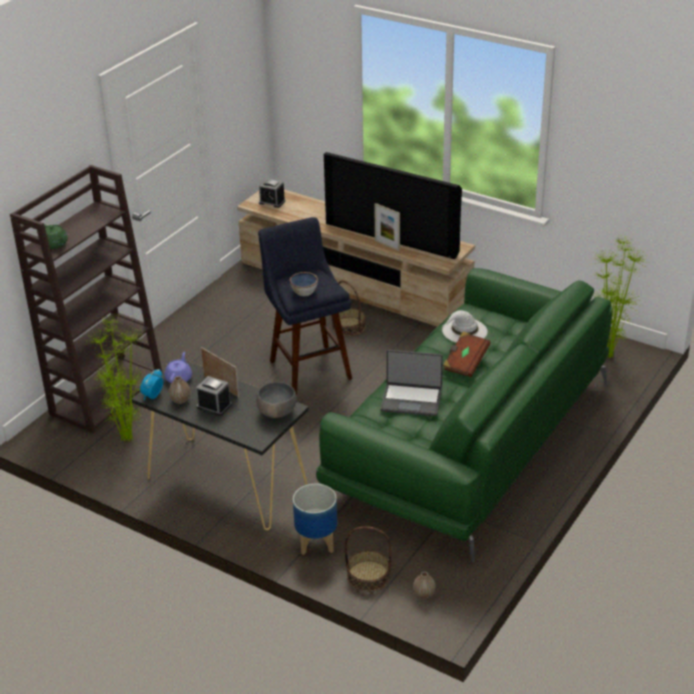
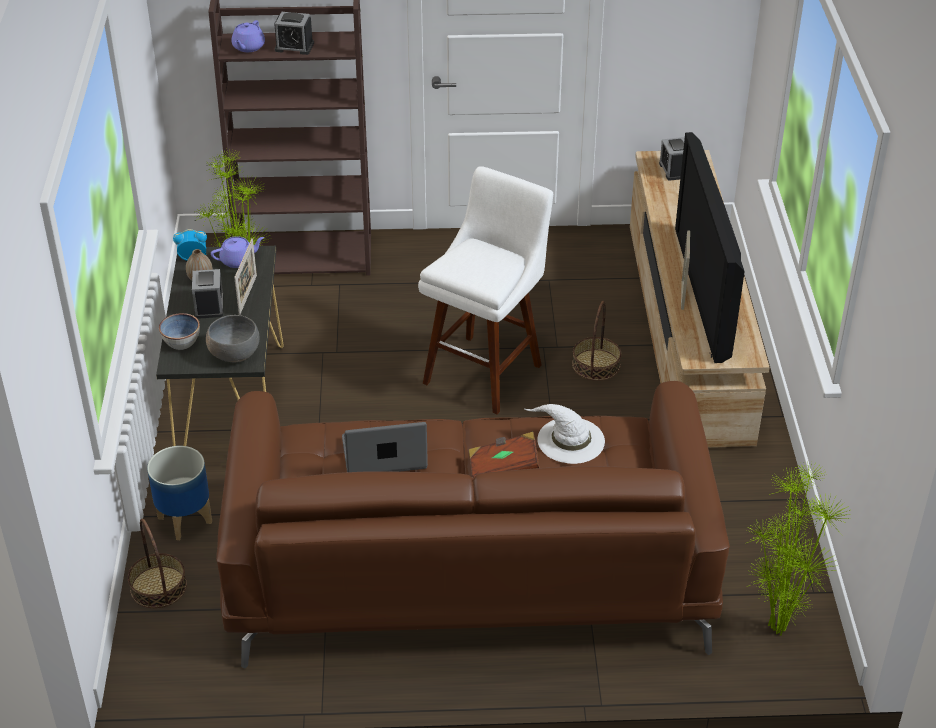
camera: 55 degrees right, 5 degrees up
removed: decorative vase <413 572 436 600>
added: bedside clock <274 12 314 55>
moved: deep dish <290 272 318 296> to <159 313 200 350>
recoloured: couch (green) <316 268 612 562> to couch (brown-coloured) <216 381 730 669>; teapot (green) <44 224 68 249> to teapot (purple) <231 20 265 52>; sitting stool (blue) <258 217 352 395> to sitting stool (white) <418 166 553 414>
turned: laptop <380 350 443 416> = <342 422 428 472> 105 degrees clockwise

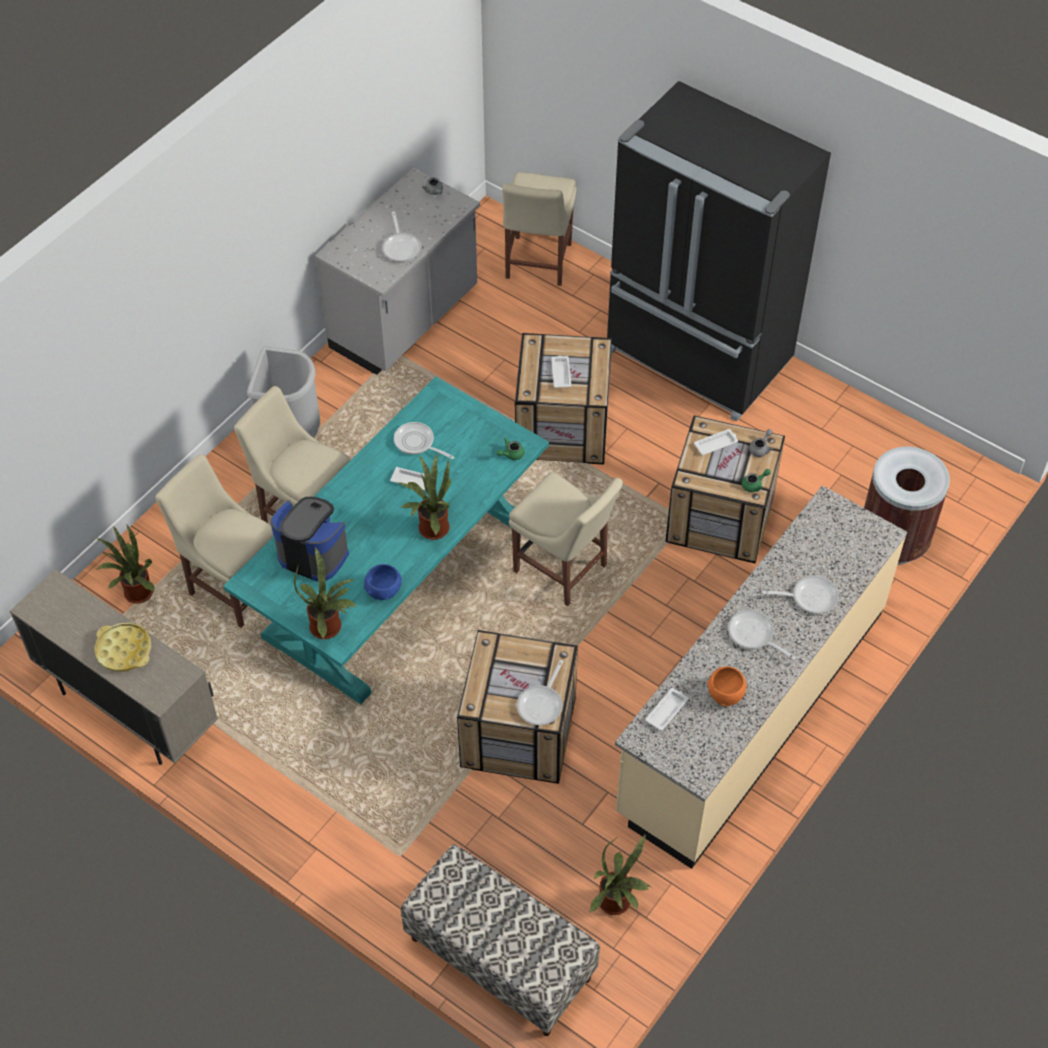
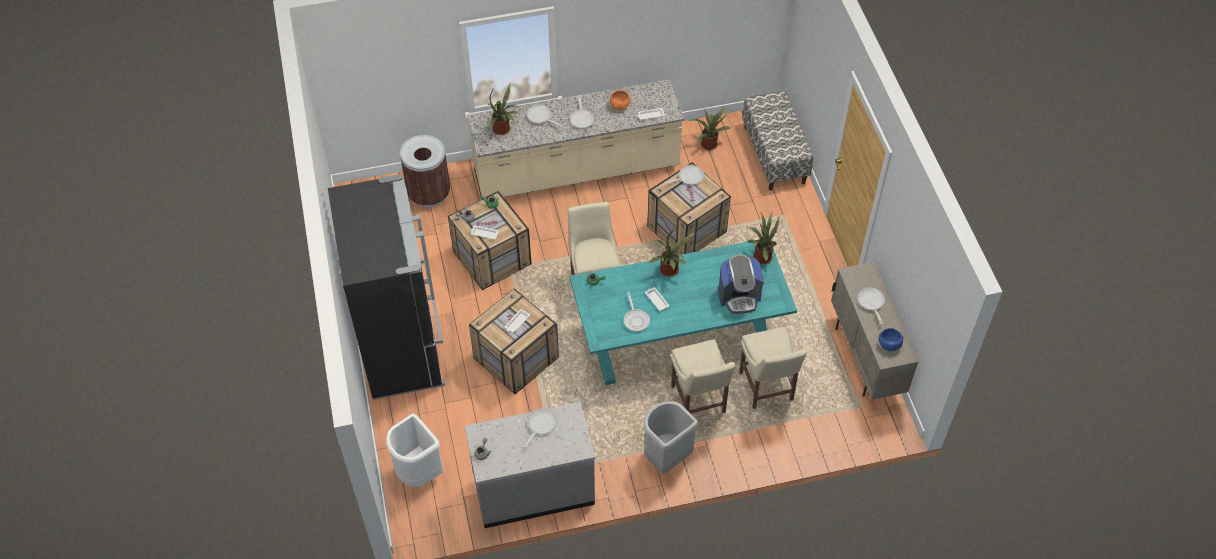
camera: 140 degrees left, 0 degrees up
moved: houseplant <96 525 154 604> to <488 84 519 135>; deep dish (blue) <364 564 402 600> to <878 328 904 351>
replaced: chair (sand-coloured) <502 172 576 286> to waste bin (white) <386 414 443 487>; serving tray (yellow-coloured) <95 623 151 672> to frying pan <857 287 885 324>
turned: coffee machine <271 497 349 581> = <718 254 764 314> 75 degrees counterclockwise

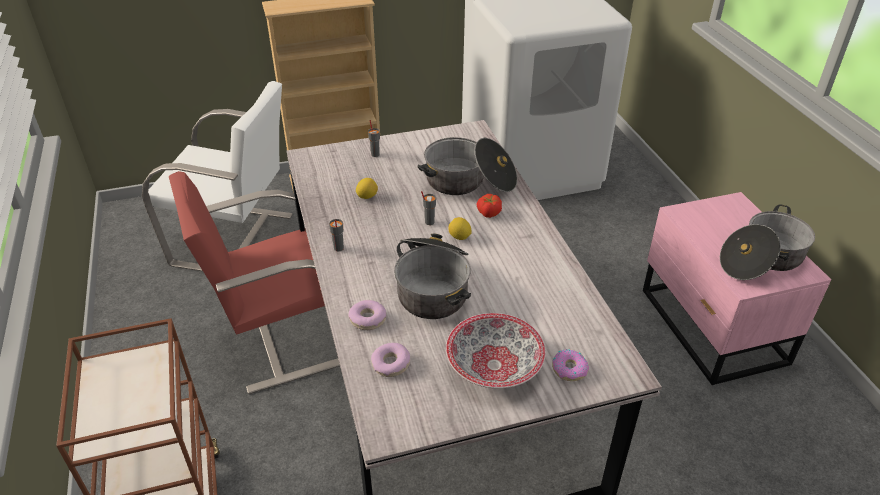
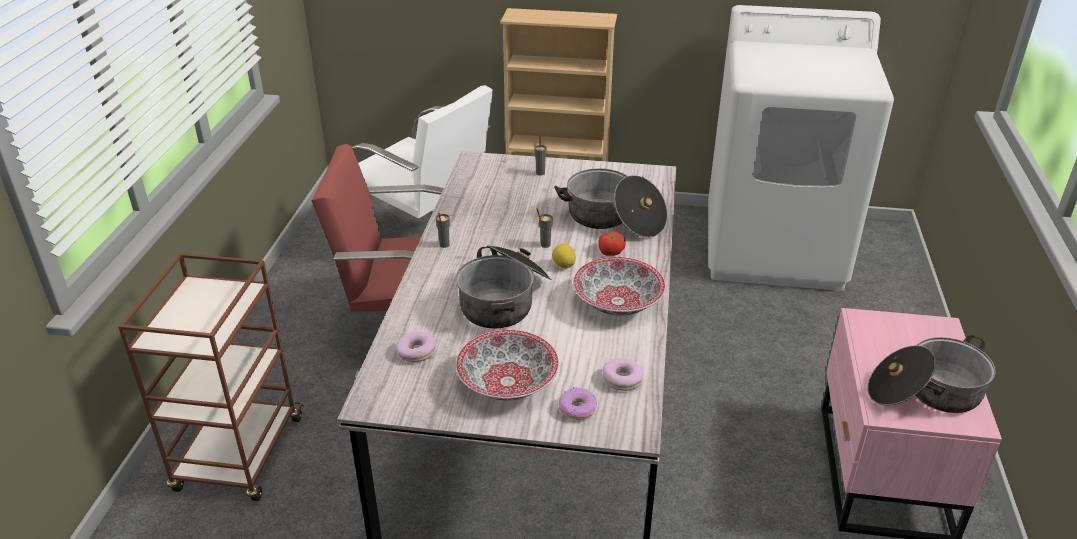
camera: 25 degrees right, 5 degrees down
removed: lemon <356 178 378 199>
added: deep dish <573 257 666 316>
moved: ring doughnut <348 300 386 330> to <602 358 644 391>

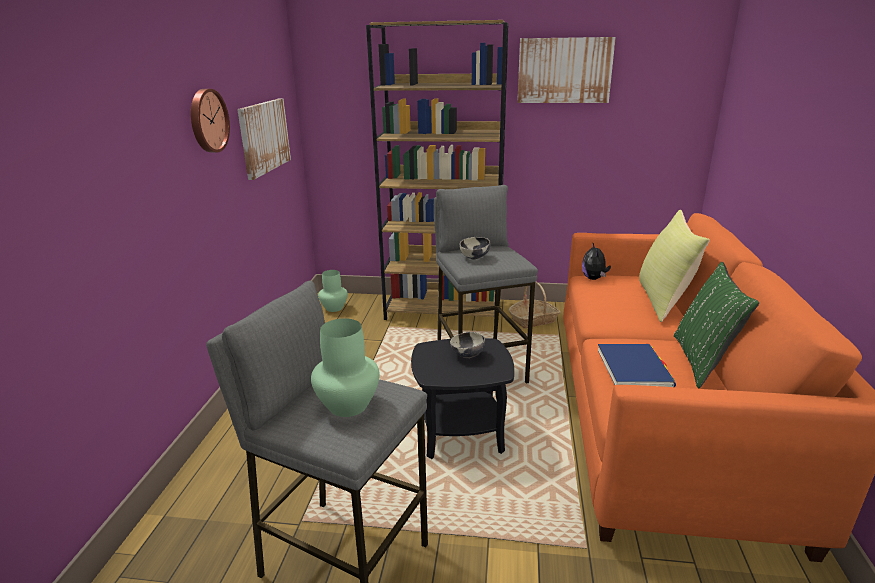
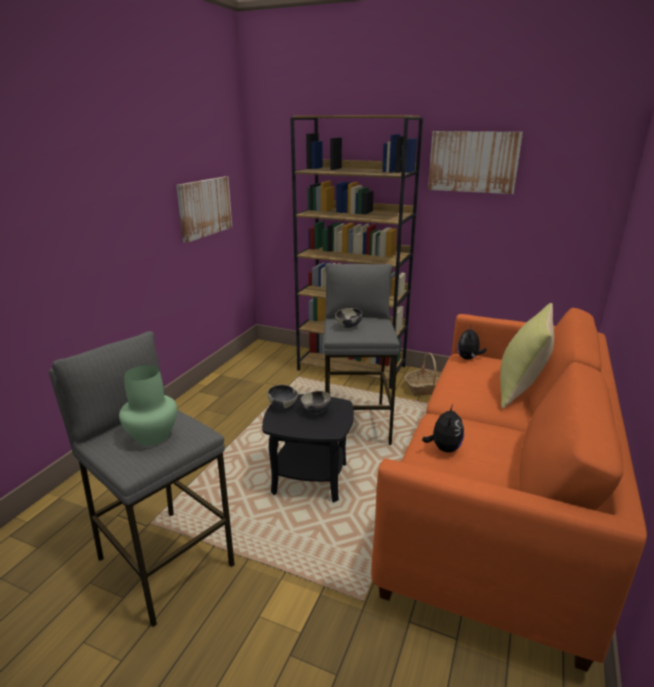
camera: 15 degrees right, 0 degrees up
removed: clock on the wall <191 89 230 152>; decorative vase (green) <318 270 348 312>; throw pillow (green) <674 262 759 388>
added: deep dish <268 385 298 409>
replaced: bound book (blue) <598 344 676 387> to cuddly toy <422 404 464 452>

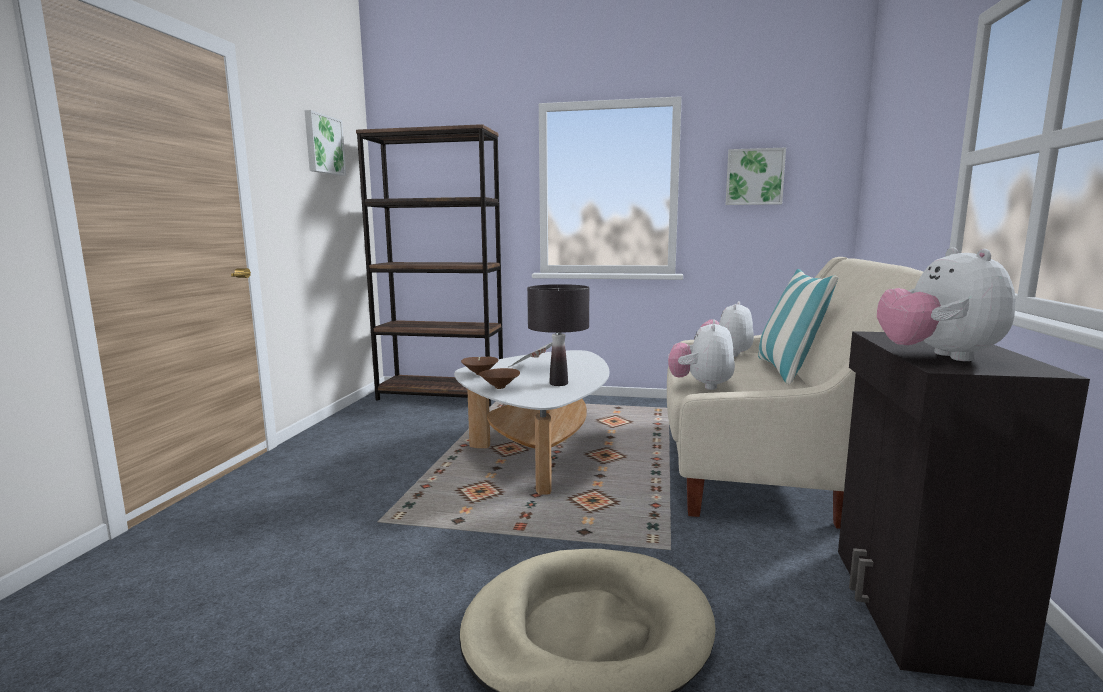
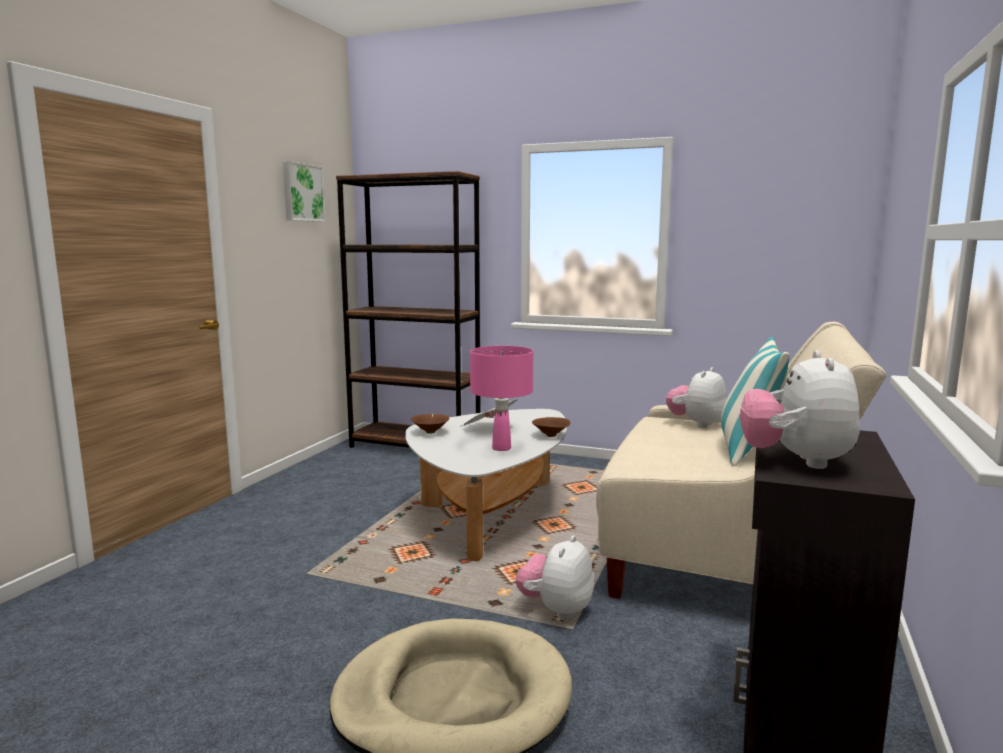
camera: 10 degrees right, 0 degrees up
removed: wall art <726 147 786 205>
moved: cuddly toy <668 320 735 390> to <516 535 593 619>; deep dish (brown-coloured) <479 368 520 389> to <532 417 571 437>
recoloured: table lamp (blackish) <527 284 589 386> to table lamp (pink-coloured) <470 346 533 451>

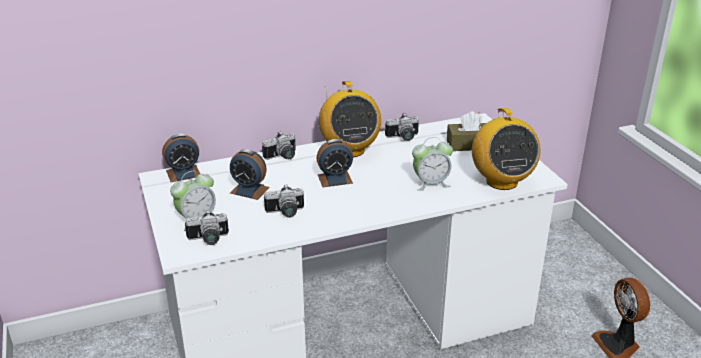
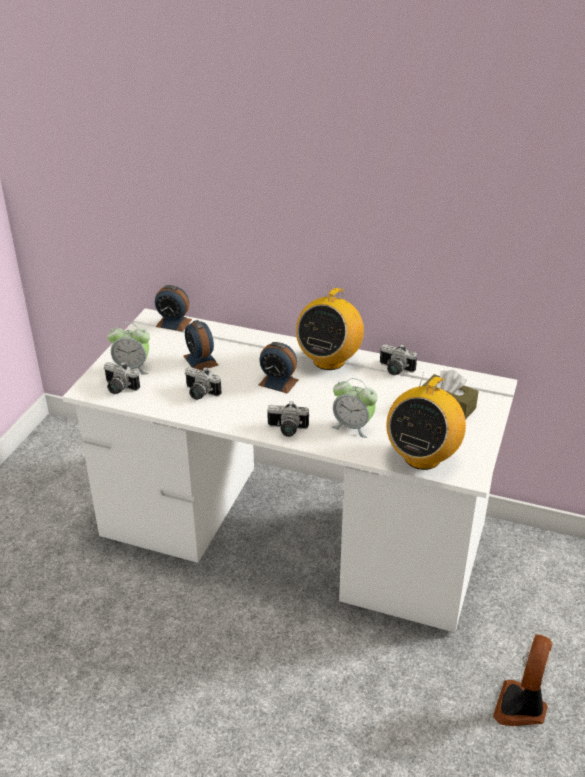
camera: 40 degrees right, 5 degrees up
moved: photo camera <262 131 296 160> to <267 402 309 437>

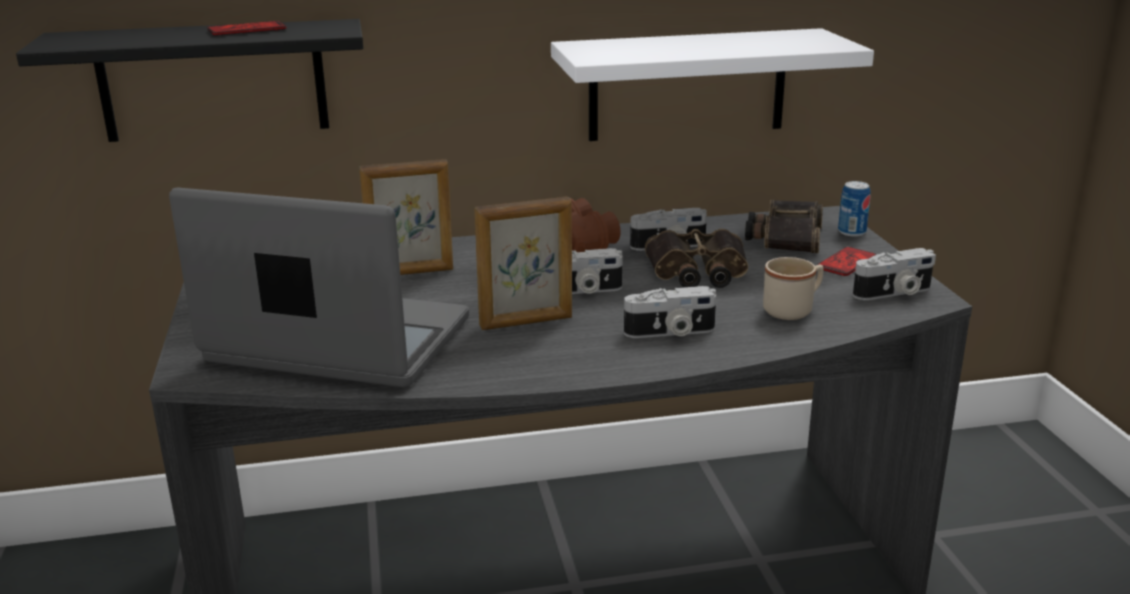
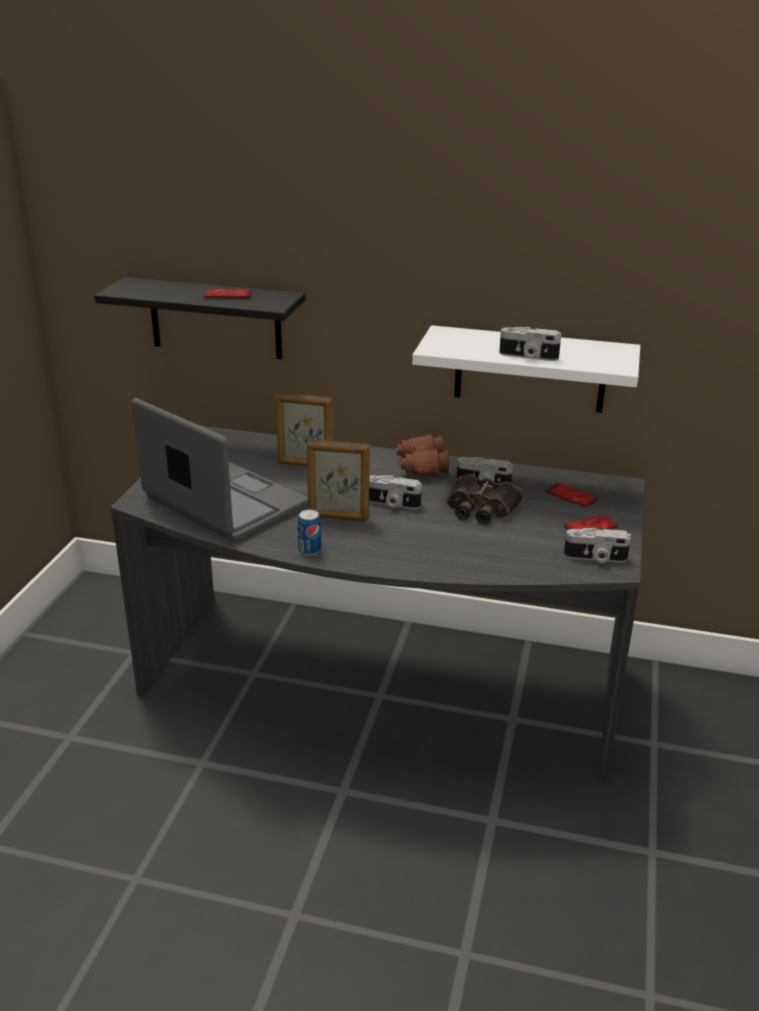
camera: 25 degrees right, 5 degrees up
removed: mug (sand-coloured) <763 257 824 320>
moved: can <838 181 870 237> to <297 510 321 556>; photo camera <624 286 716 338> to <499 327 561 361>
replaced: binoculars <745 200 823 253> to telephone <546 483 598 507>

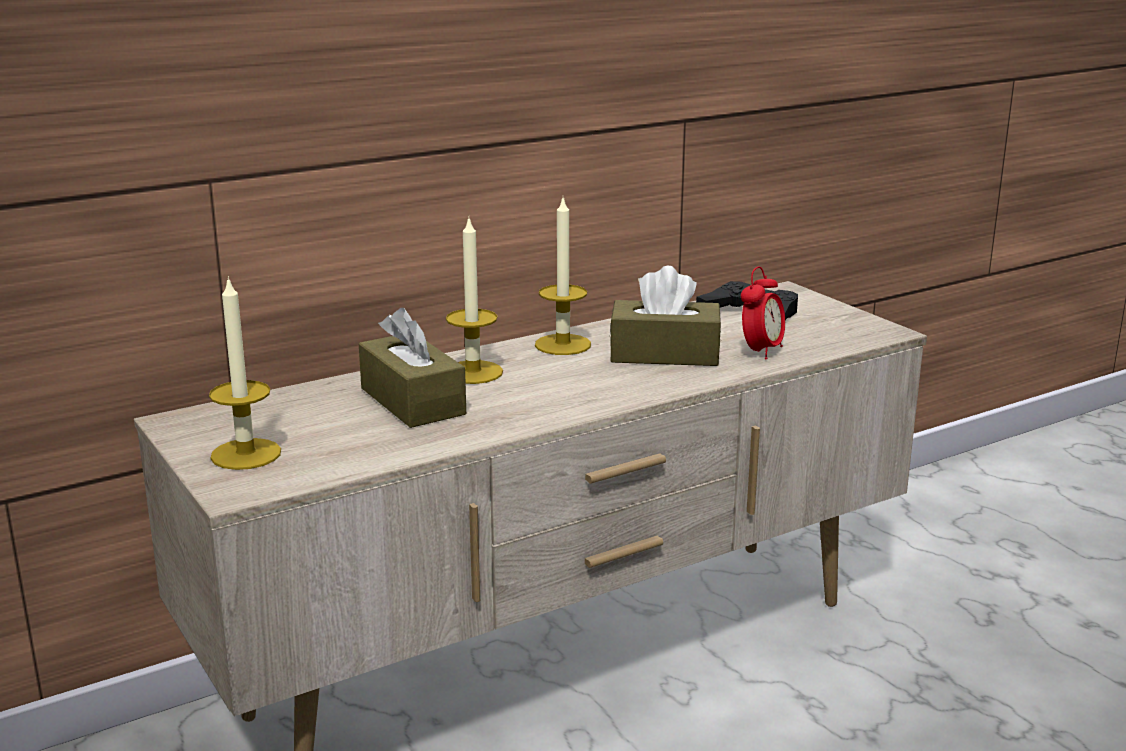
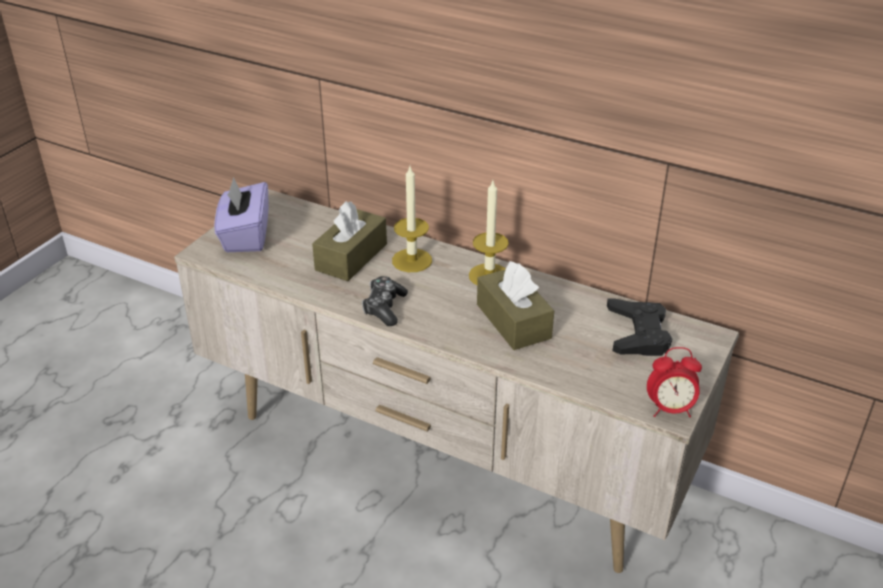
camera: 60 degrees right, 15 degrees up
added: gamepad <362 276 408 326>
moved: bedside clock <741 267 785 359> to <647 347 702 417>
replaced: wax light <209 276 281 470> to tissue holder (purple) <214 177 269 252>

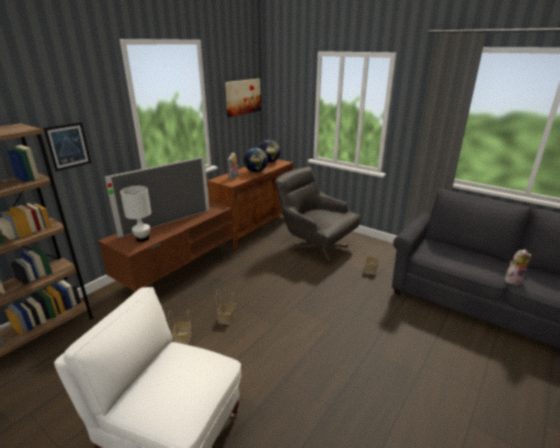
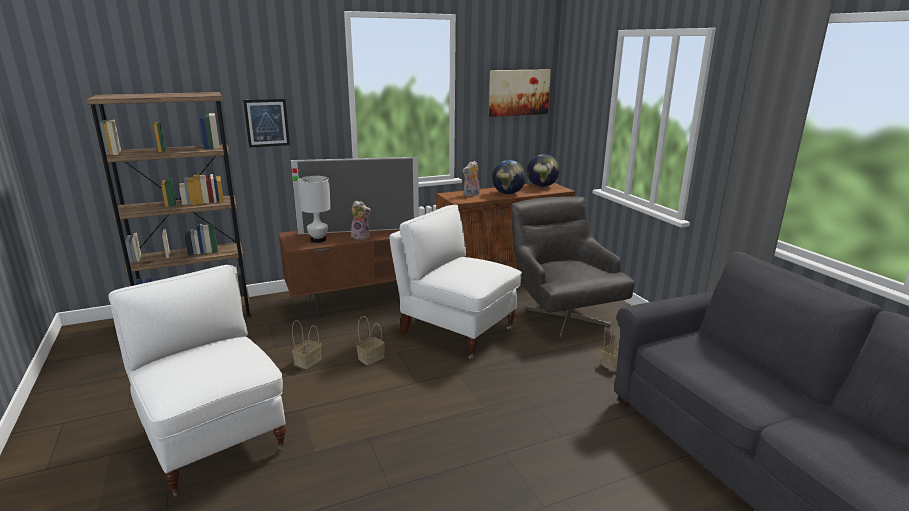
camera: 30 degrees right, 5 degrees down
added: easy chair (white) <389 205 522 359>
moved: cuddly toy <504 249 532 285> to <351 200 371 240>

